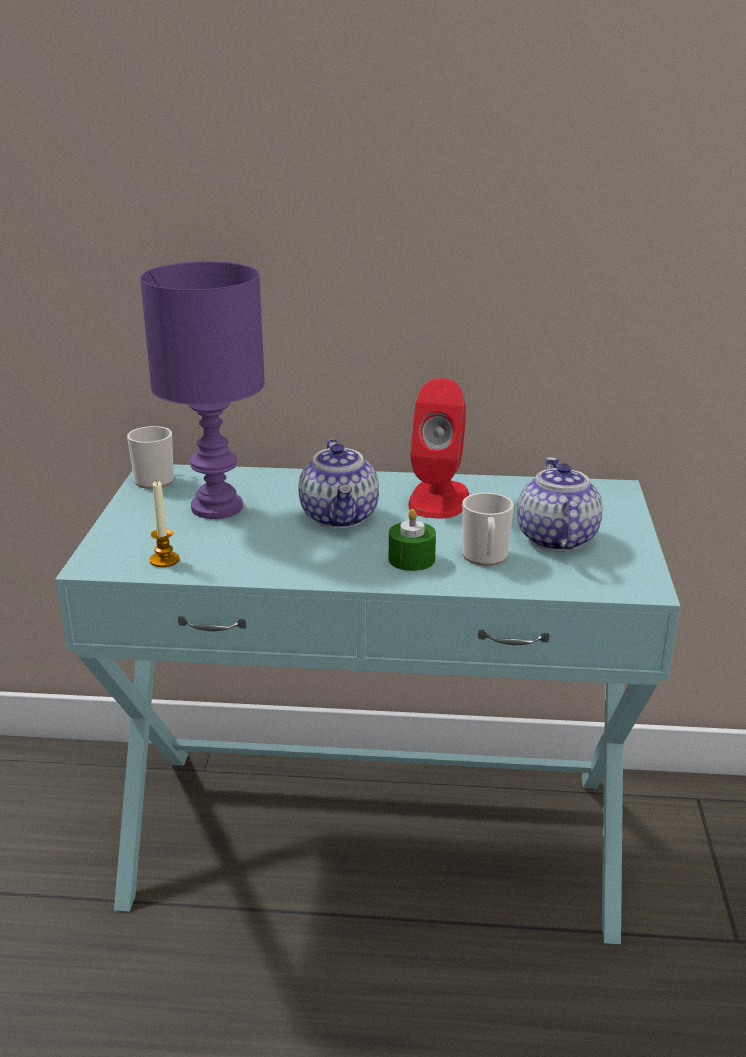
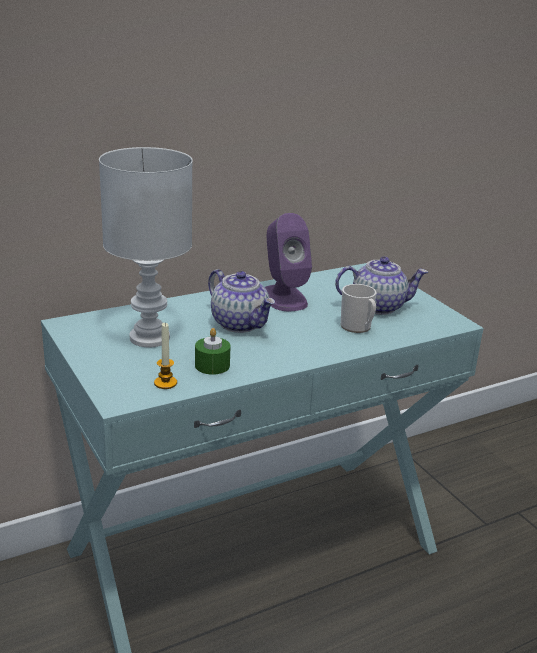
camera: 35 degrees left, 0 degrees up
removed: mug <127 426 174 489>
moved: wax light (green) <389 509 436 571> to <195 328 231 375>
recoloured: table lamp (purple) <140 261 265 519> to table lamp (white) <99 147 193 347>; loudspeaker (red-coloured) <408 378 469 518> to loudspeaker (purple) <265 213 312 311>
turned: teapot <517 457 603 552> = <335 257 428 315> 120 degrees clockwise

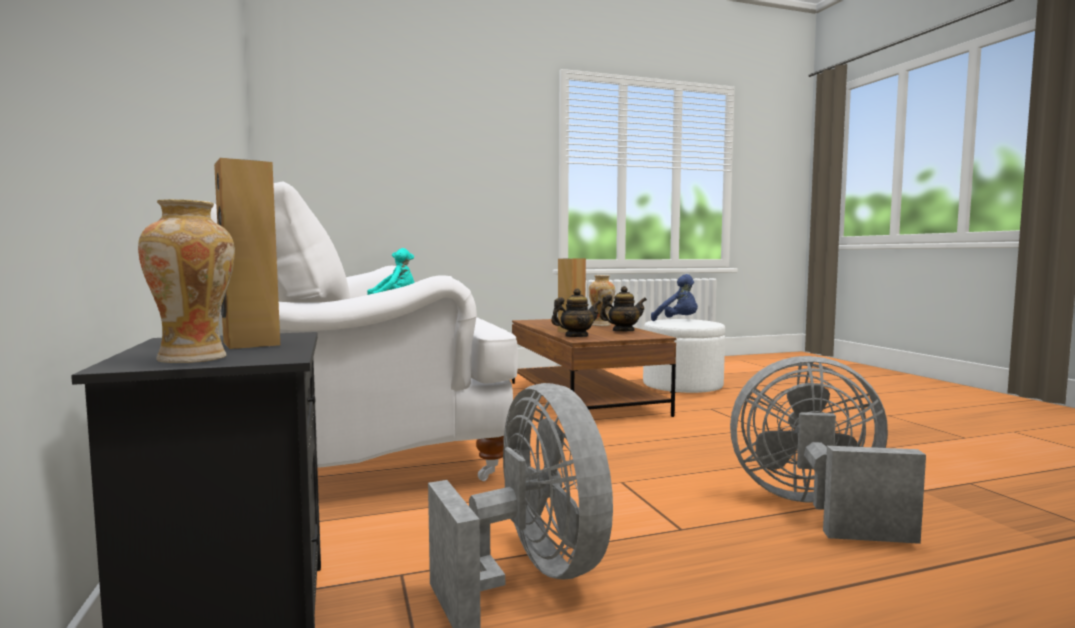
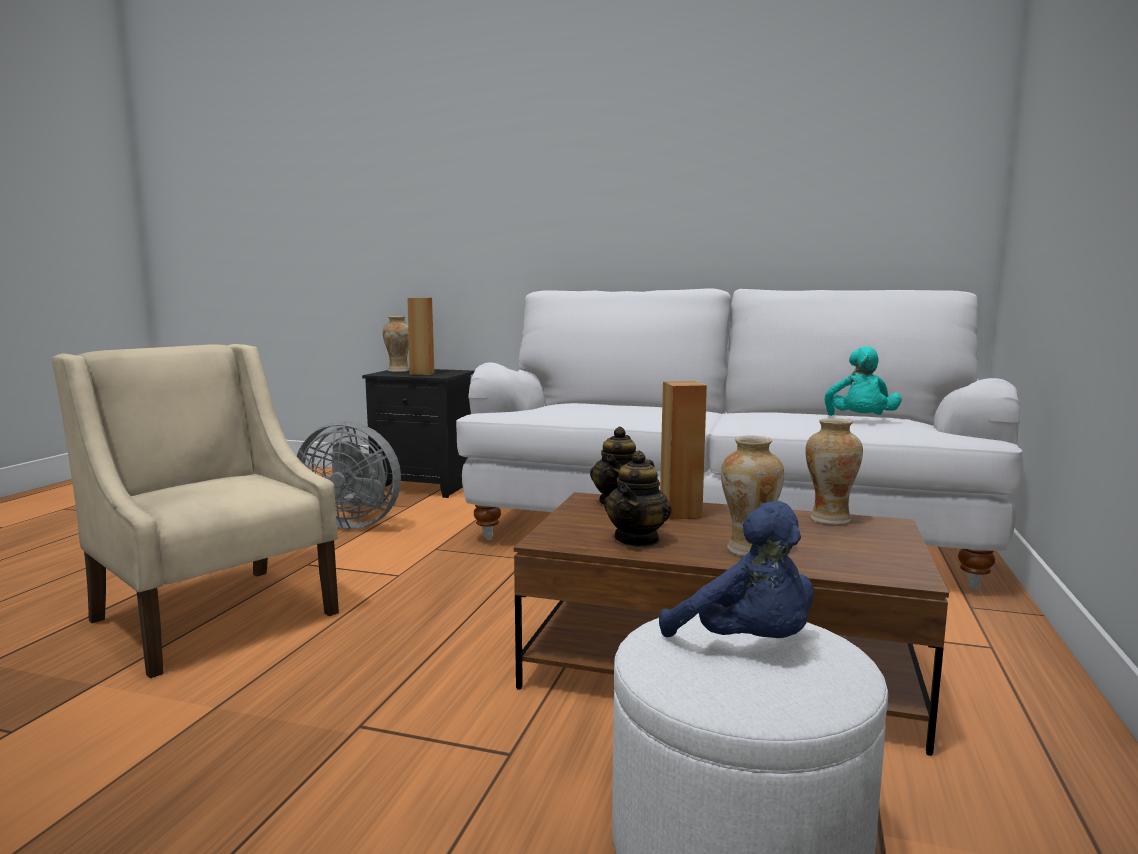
camera: 125 degrees right, 5 degrees up
added: decorative vase <806 418 863 525>
replaced: electric fan (greyish) <730 356 926 544> to easy chair (sand-coloured) <52 344 339 678>
turned: cuddly toy (blue) <651 274 698 321> = <659 501 814 638> 120 degrees counterclockwise

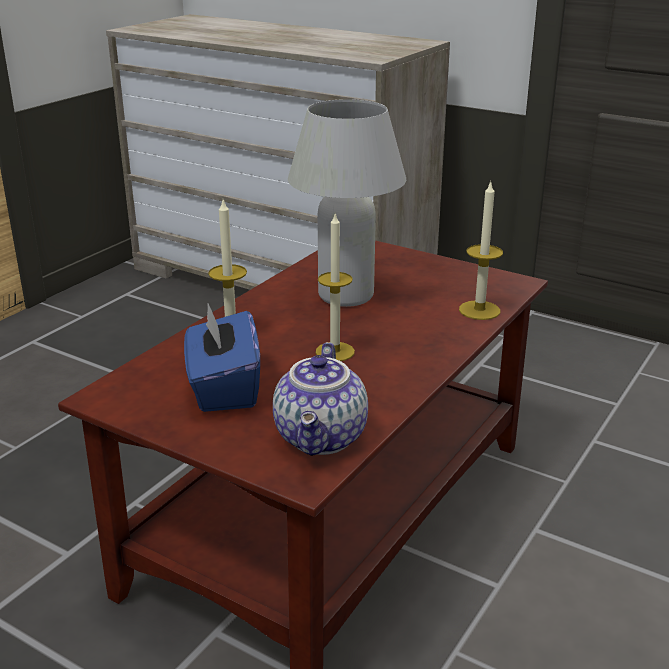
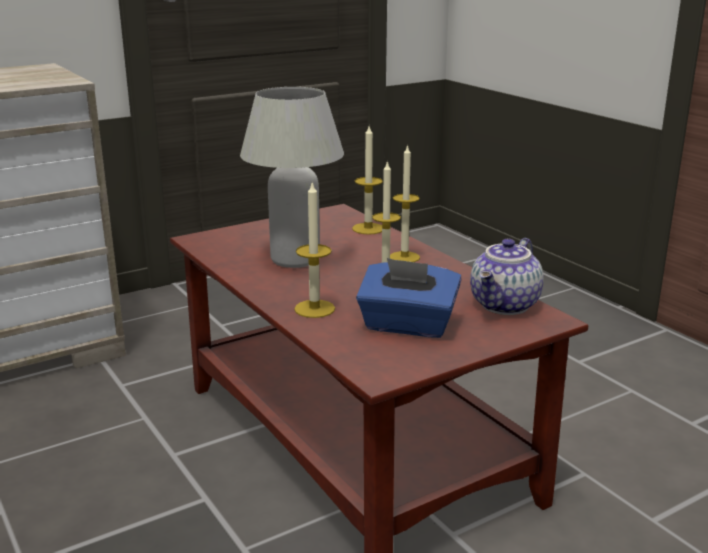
camera: 65 degrees left, 5 degrees down
added: wax light <390 144 420 262>
turned: teapot <273 342 368 456> = <470 238 544 315> 90 degrees clockwise

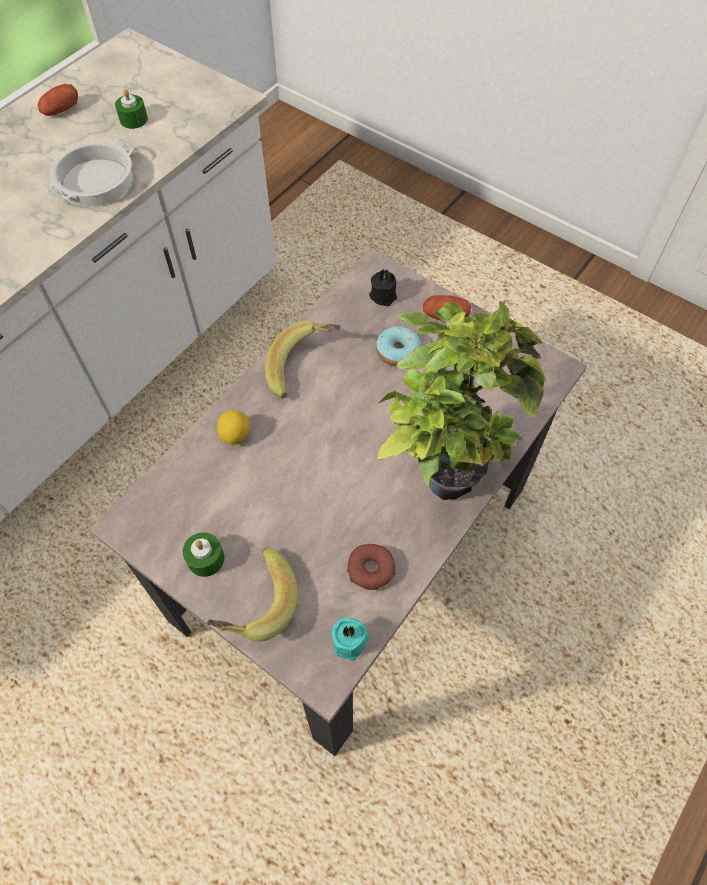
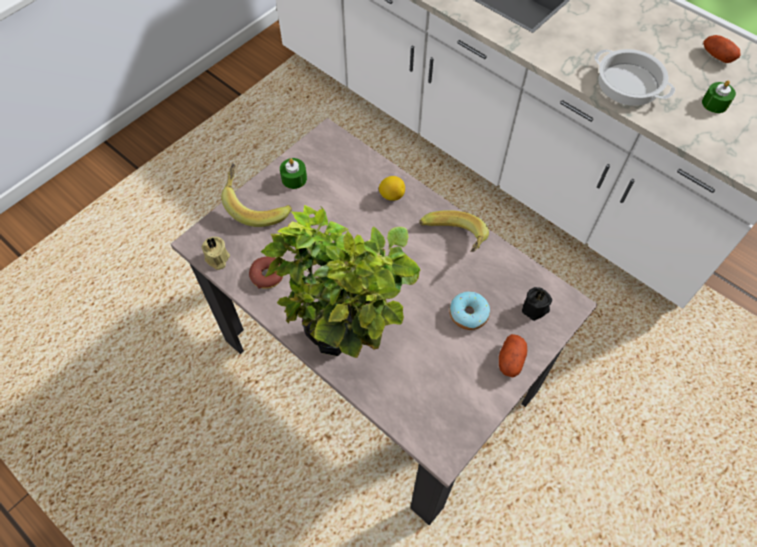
camera: 95 degrees right, 0 degrees up
recoloured: wax light (blue-green) <332 617 370 661> to wax light (sand-coloured) <202 237 230 270>

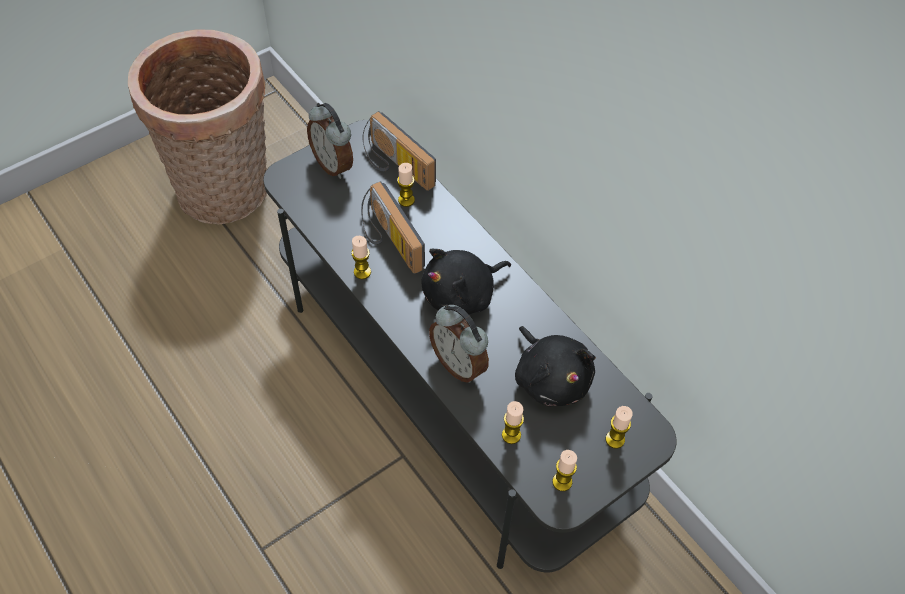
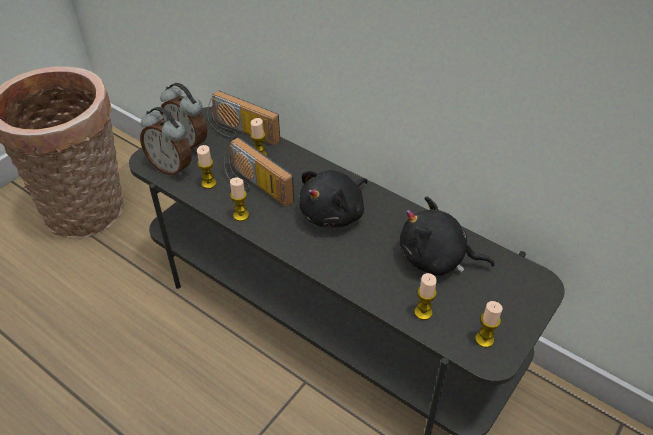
camera: 15 degrees left, 10 degrees down
moved: bedside clock <429 305 489 383> to <140 107 192 177>; wax light <606 406 633 449> to <197 145 217 189>
turned: cuddly toy (blackish) <515 326 596 406> = <400 196 495 276> 150 degrees clockwise

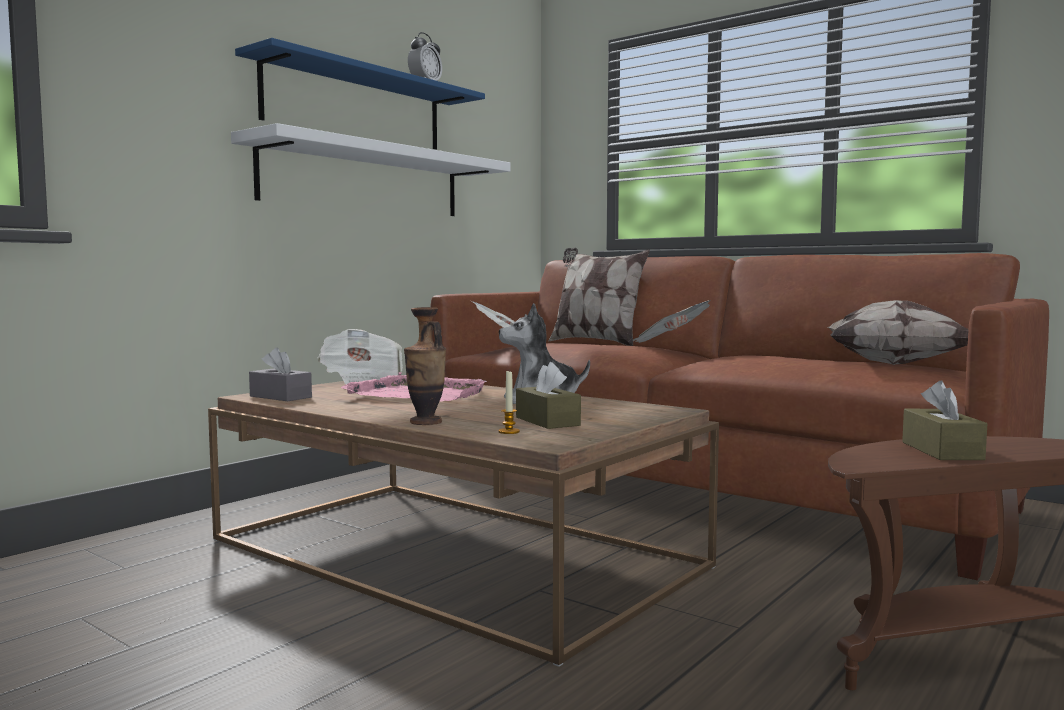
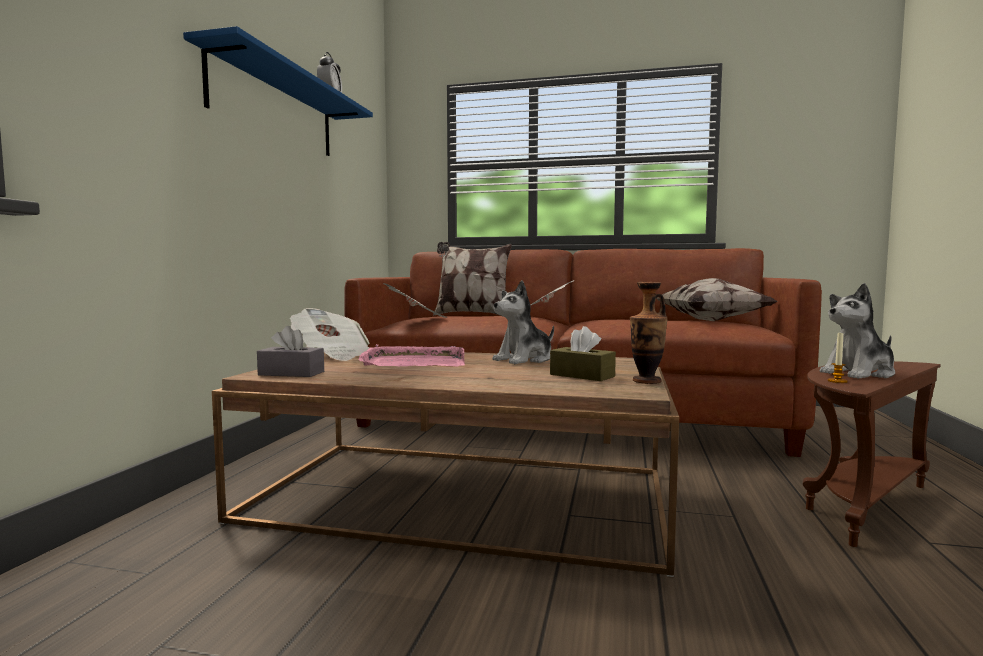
camera: 25 degrees left, 0 degrees up
removed: bracket shelf (white) <231 123 510 216>
moved: decorative vase <404 307 446 425> to <630 282 668 384>; wax light <499 371 520 434> to <828 331 848 383>
replaced: tissue holder (brown-coloured) <902 381 987 460> to cuddly toy <820 283 895 379>

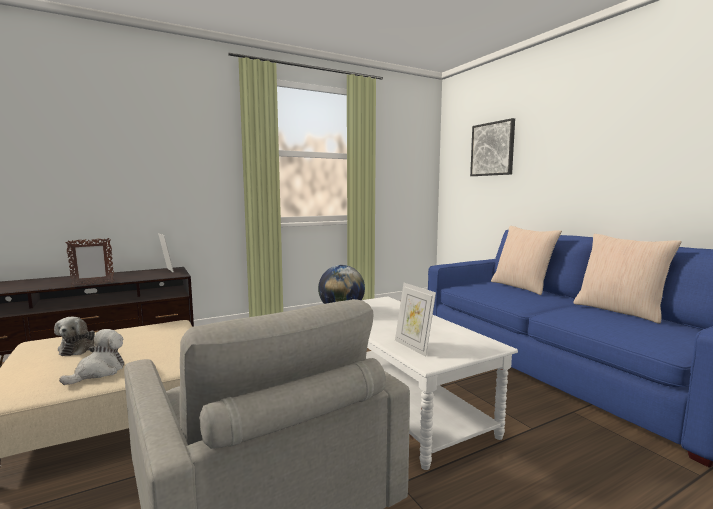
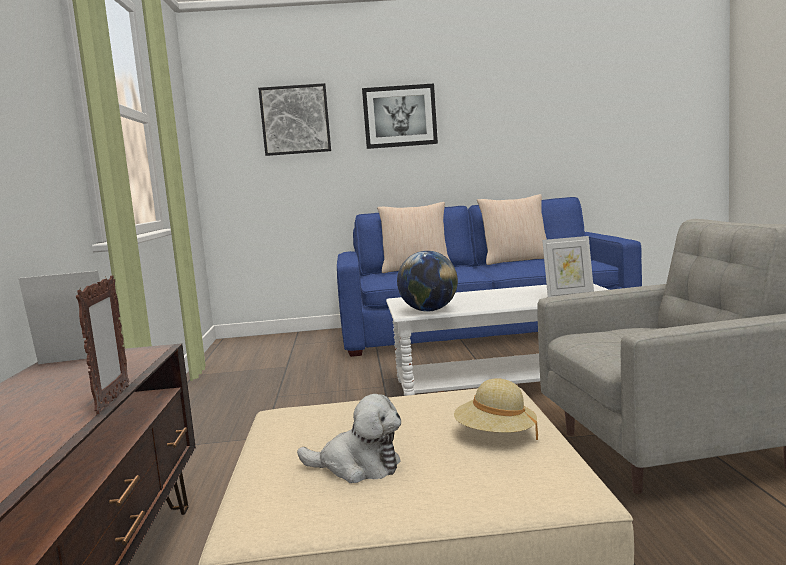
camera: 65 degrees left, 0 degrees up
added: wall art <362 83 438 149>
replaced: cuddly toy <59 329 124 385> to hat (sand-coloured) <454 378 538 440>

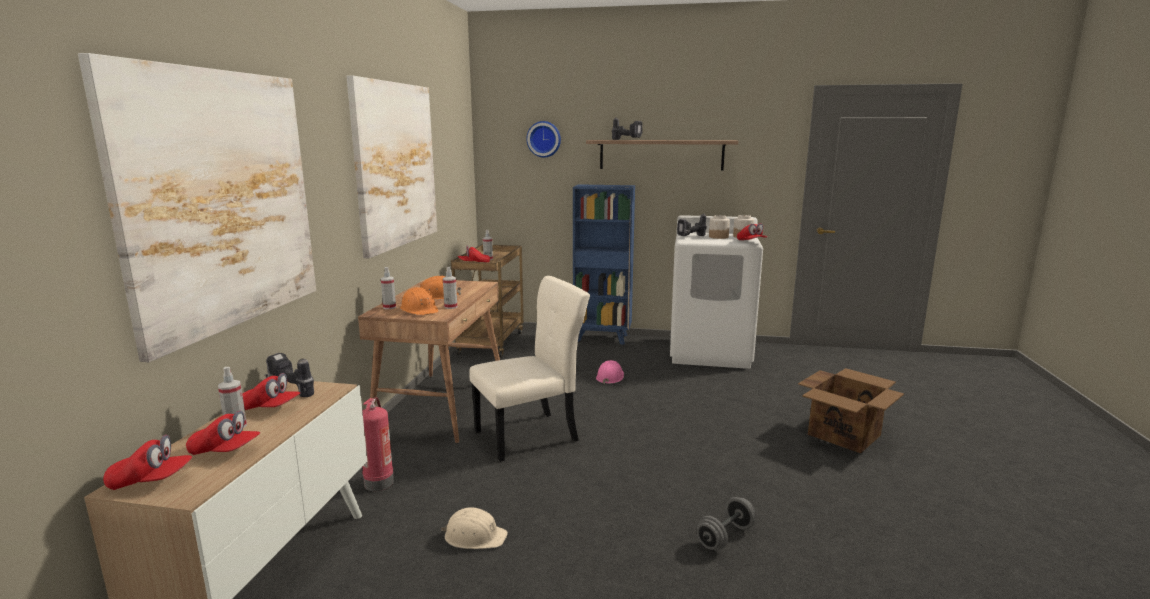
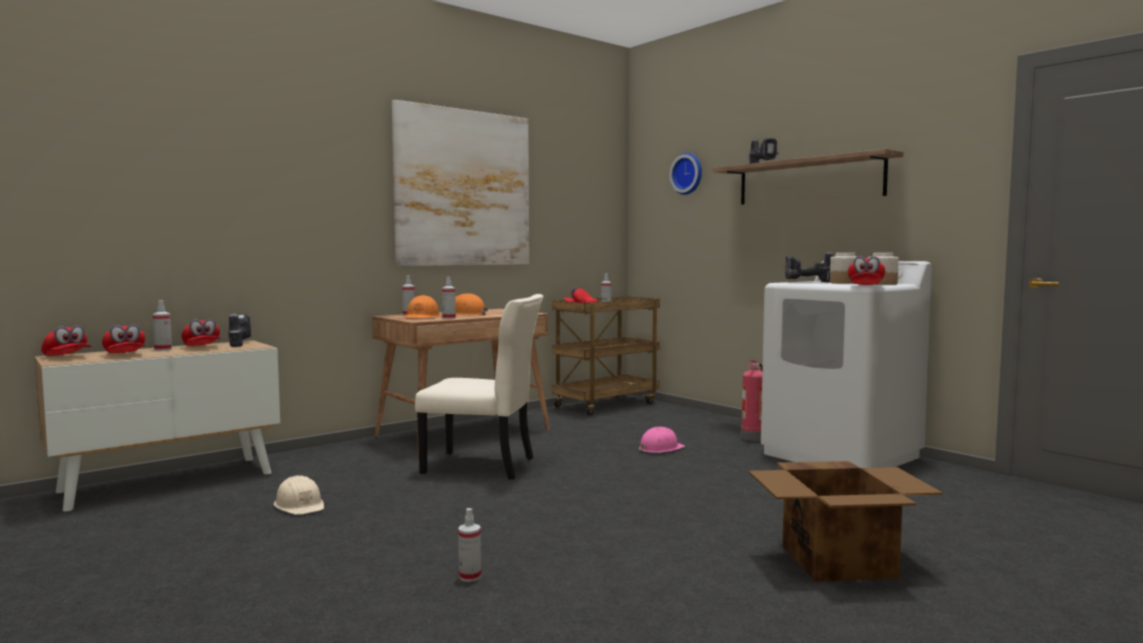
camera: 40 degrees right, 10 degrees down
removed: wall art <78 53 316 362>; shelving unit (blue) <573 184 635 345>
moved: extinguisher <362 397 394 491> to <741 360 763 441>
replaced: dumbbell (greyish) <696 497 756 550> to spray bottle <458 508 481 582>

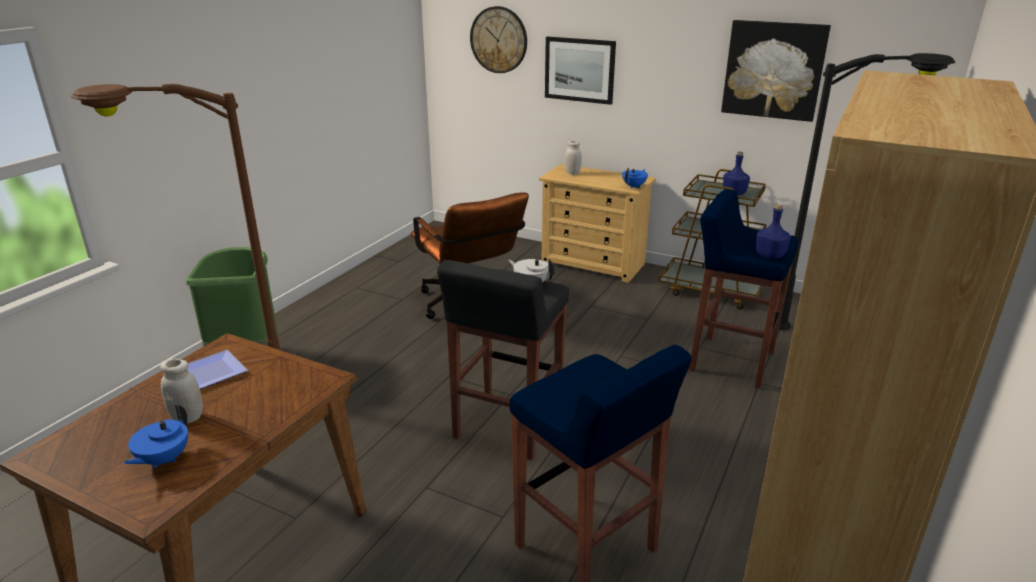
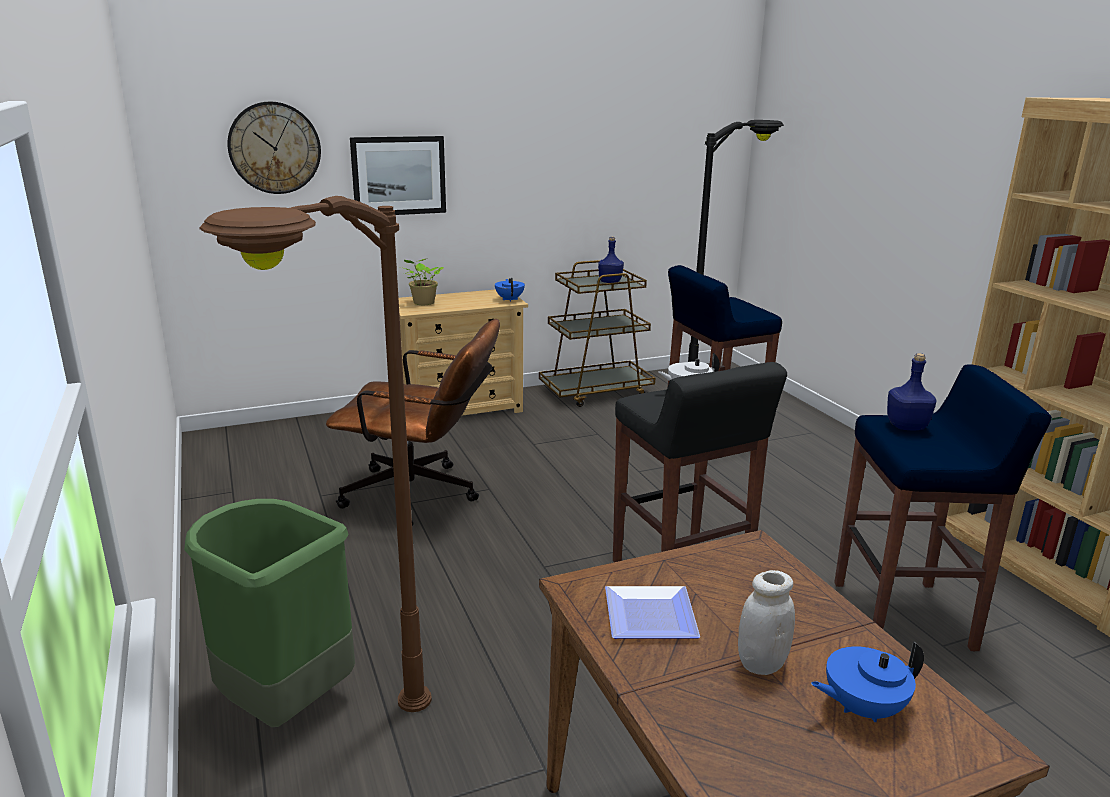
camera: 50 degrees left, 5 degrees down
removed: wall art <721 20 831 122>
moved: bottle (blue) <756 204 791 260> to <887 353 936 430>
replaced: storage jar (white) <565 141 582 175> to houseplant <401 259 444 305>
turned: teapot (blue) <124 405 188 468> = <811 641 924 722> 105 degrees clockwise

